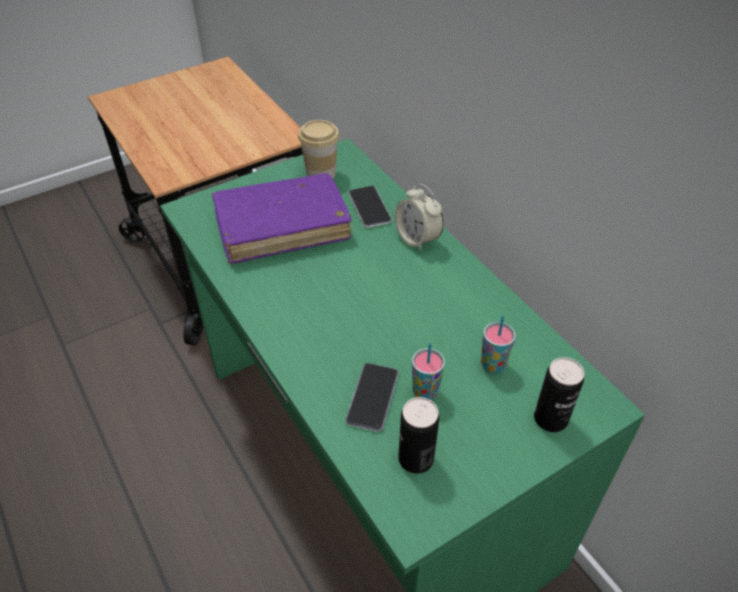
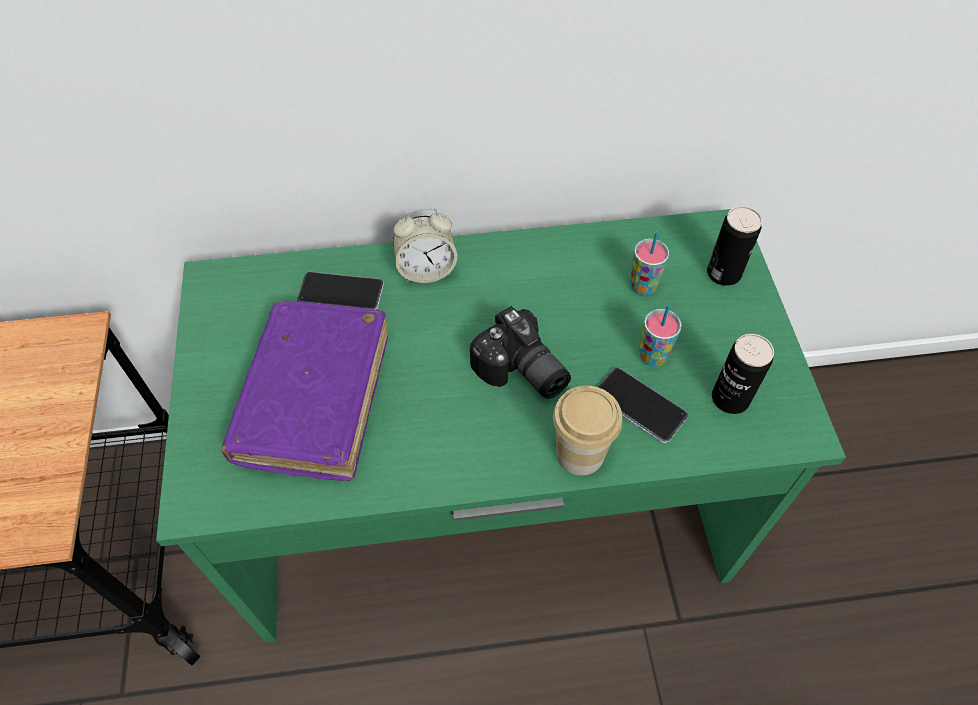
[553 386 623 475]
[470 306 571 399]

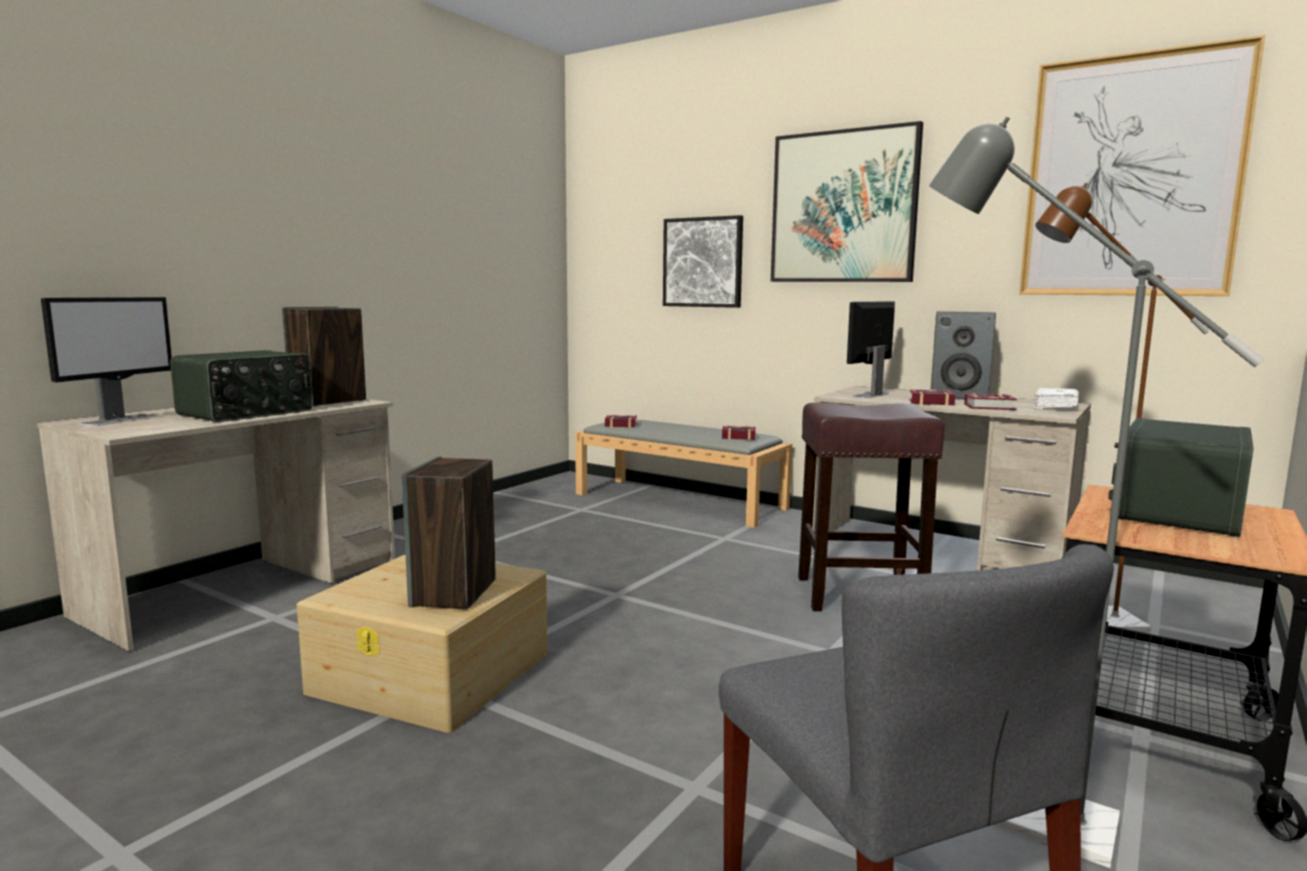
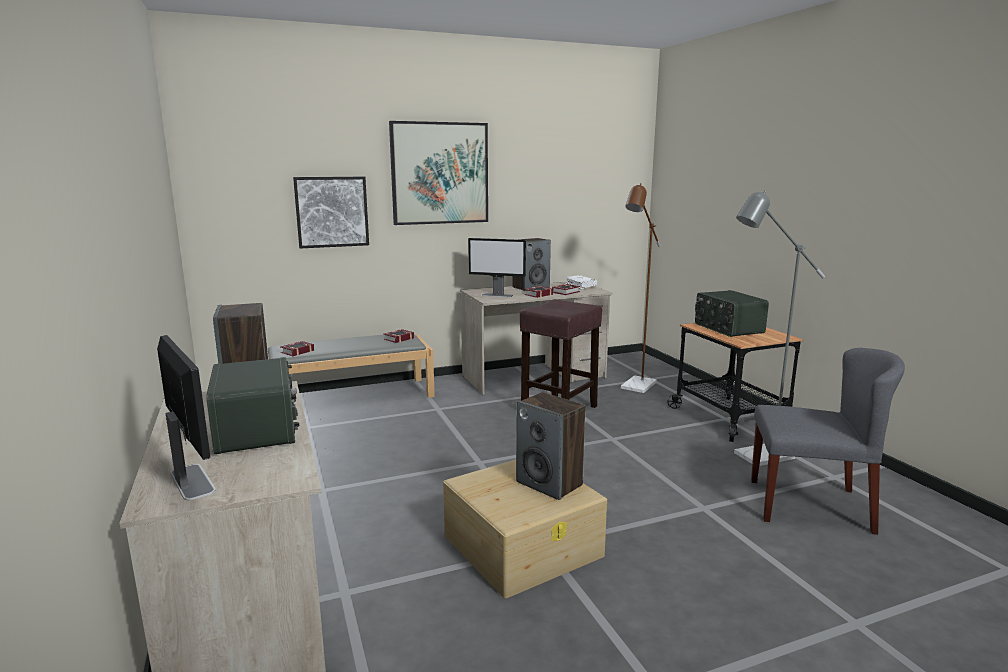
[1019 35 1265 296] (first image)
[468 238 526 297]

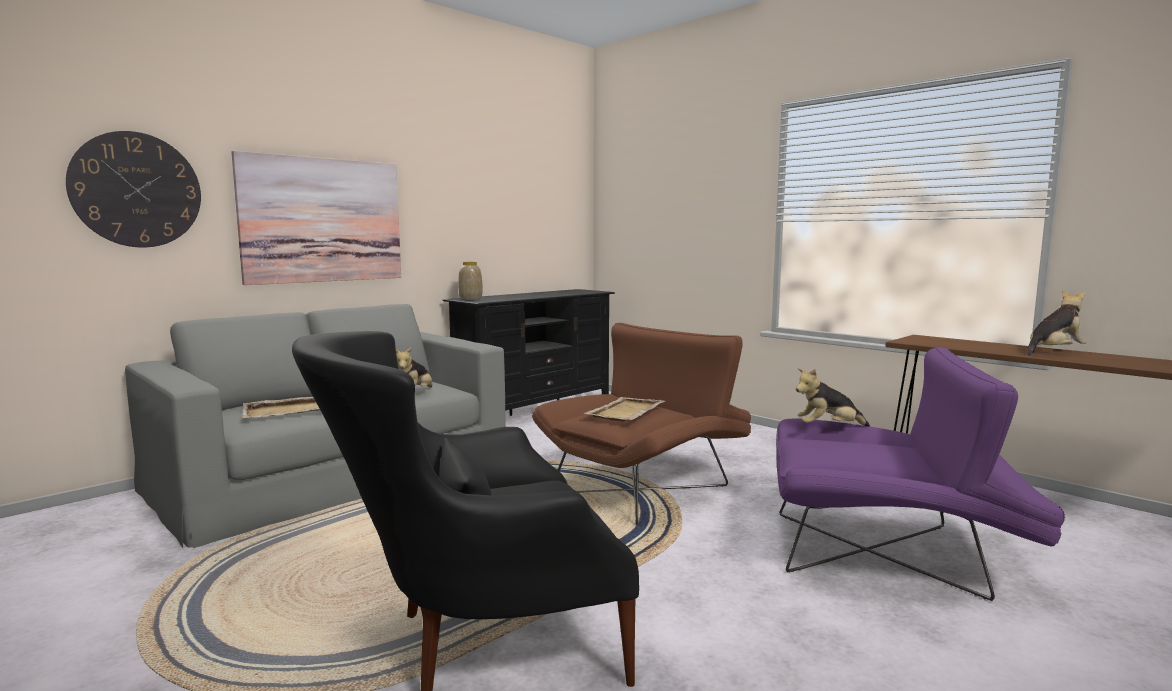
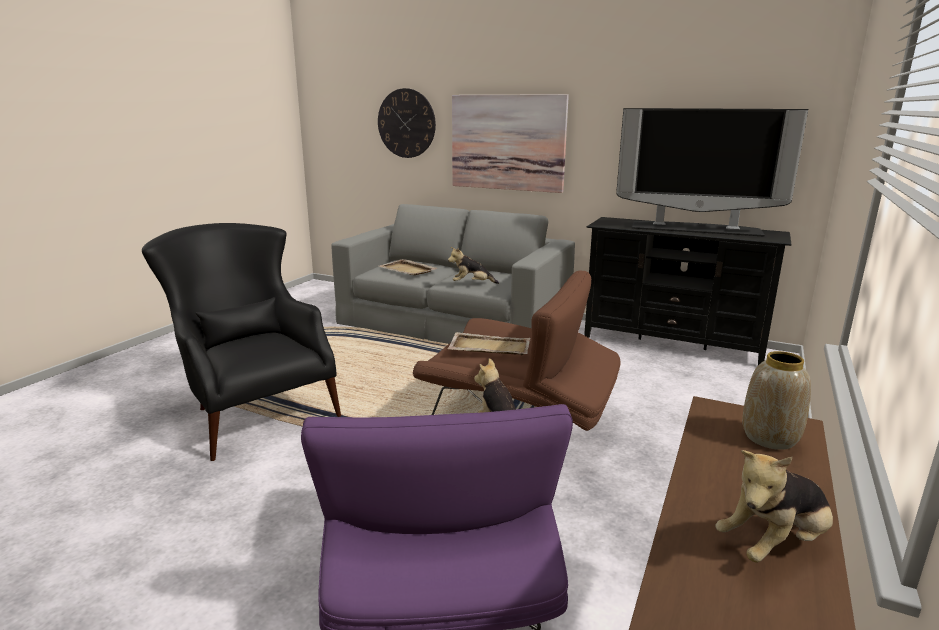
[742 351 811 450]
[716 450 833 563]
[616 108 808 236]

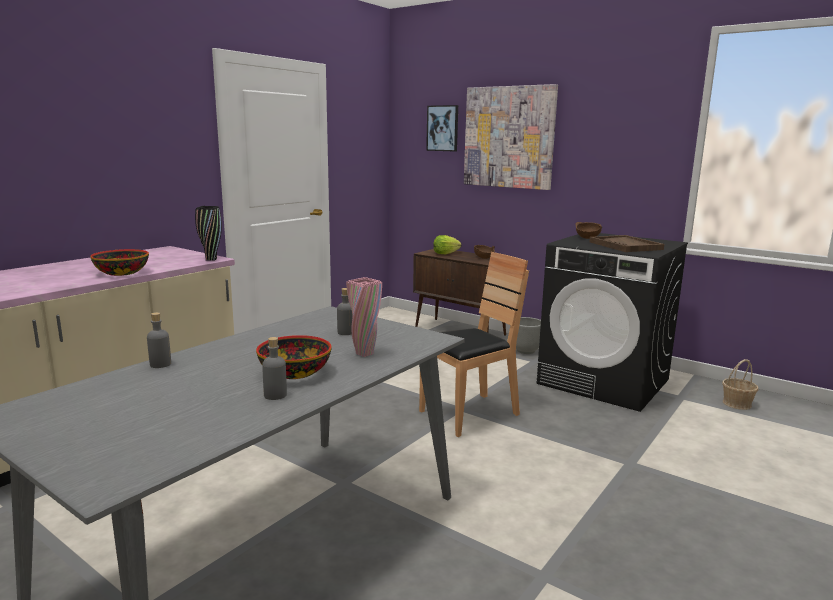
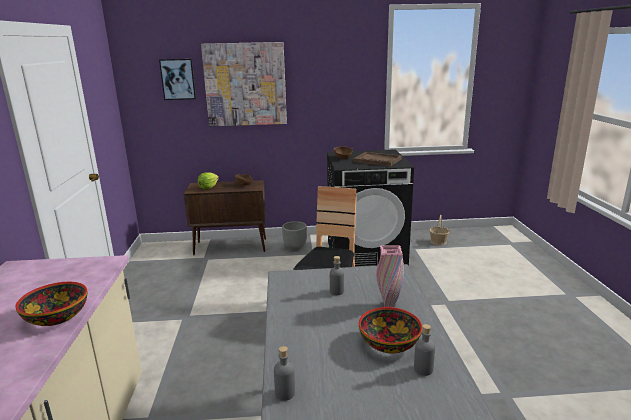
[195 206 222 261] (first image)

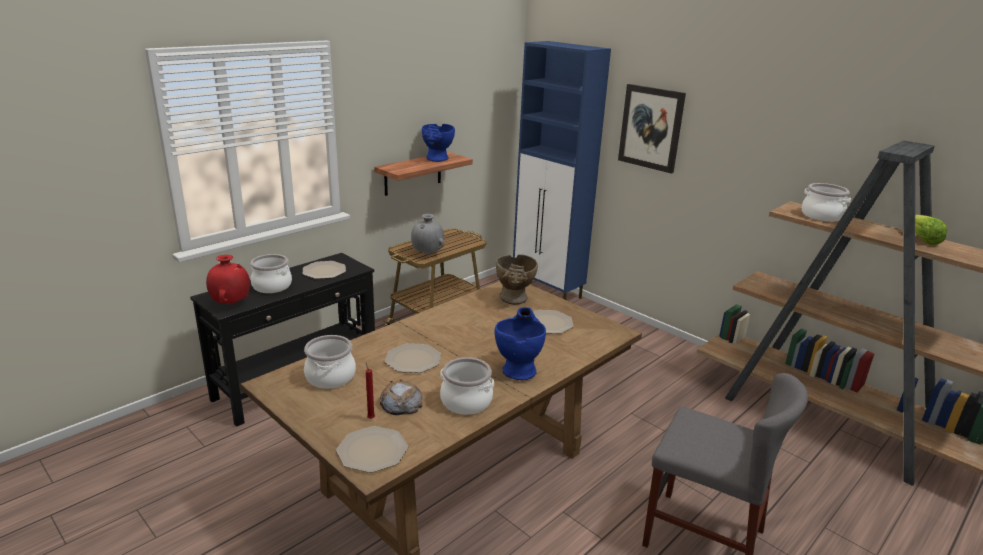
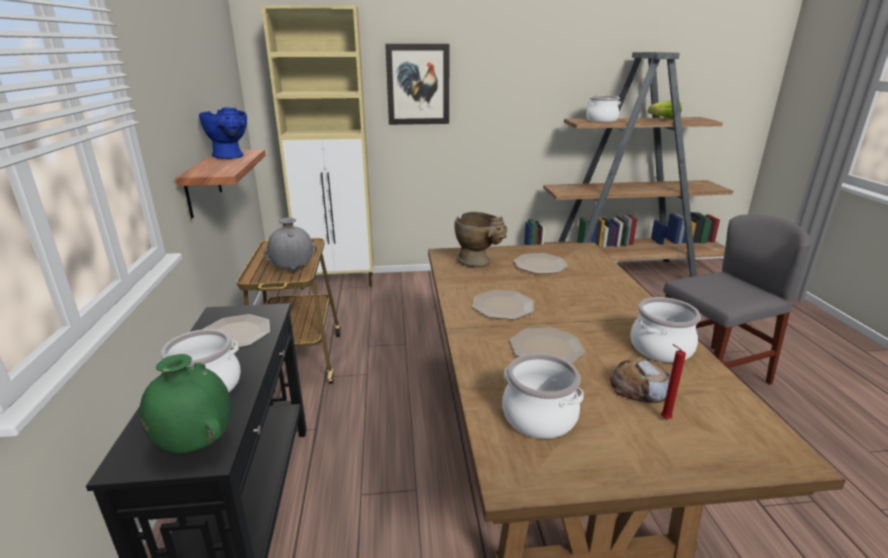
[261 5 374 290]
[140 354 231 453]
[495 307 546 380] (first image)
[472 290 534 320]

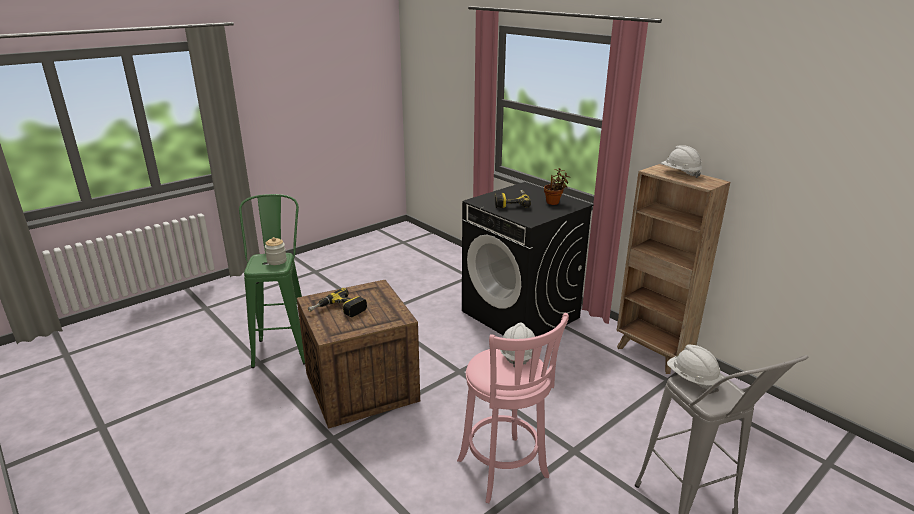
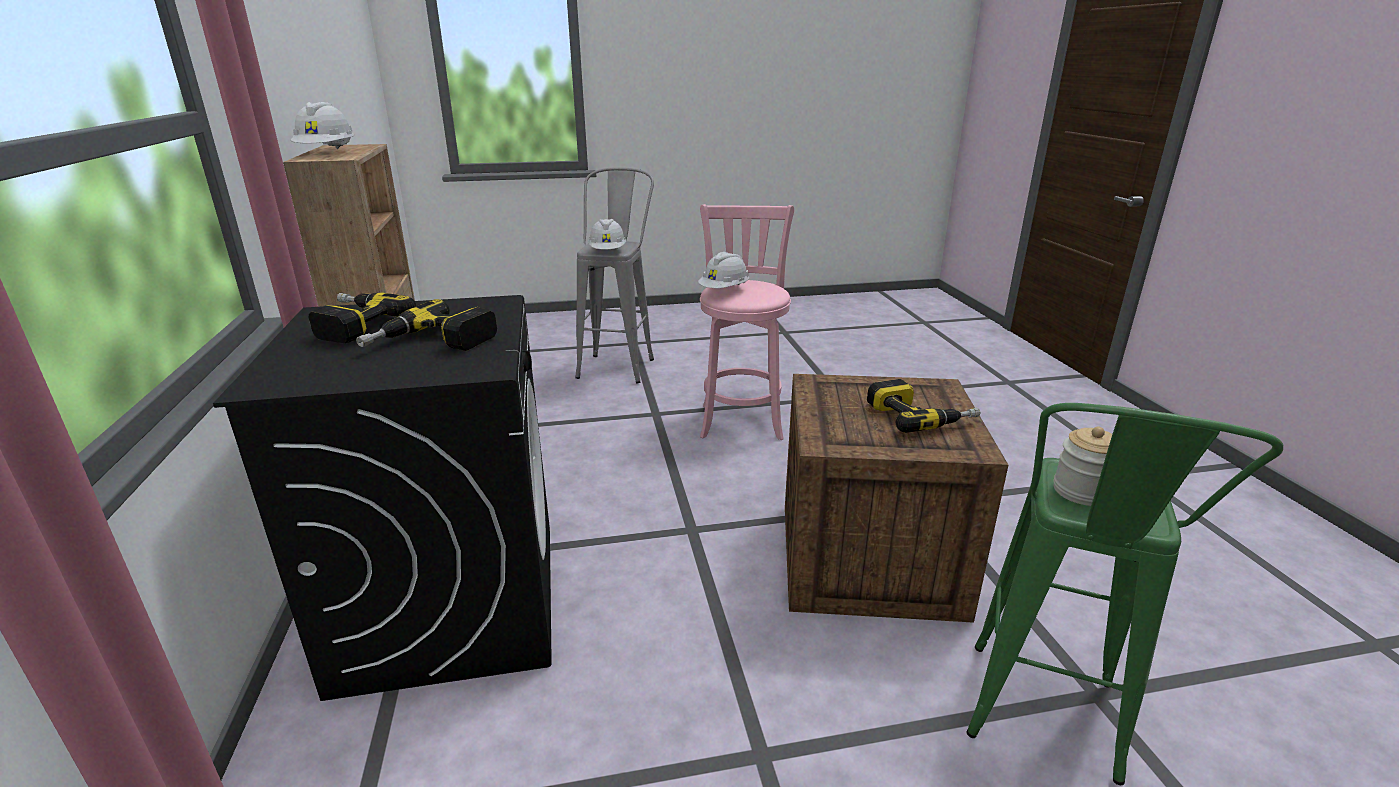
[309 292 416 343]

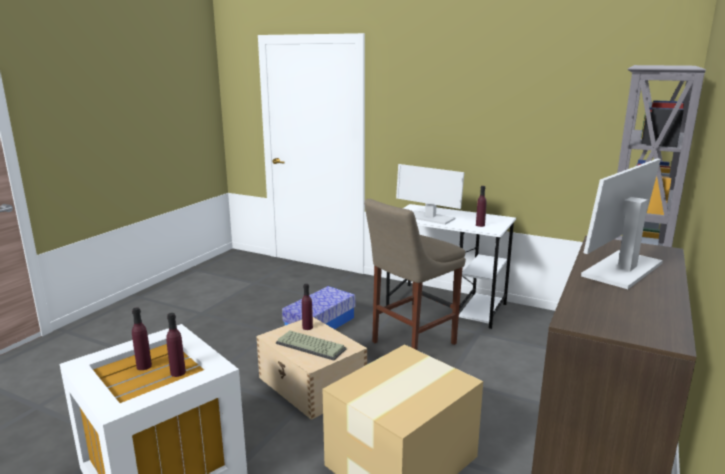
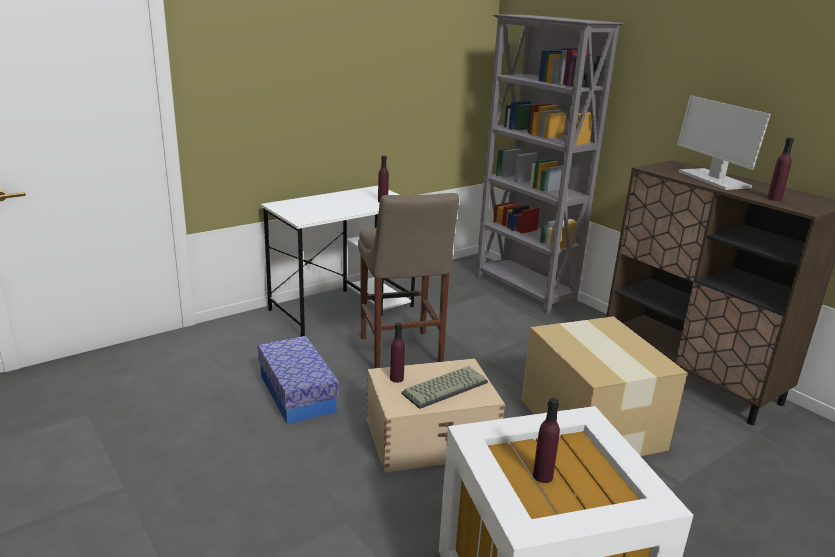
[396 164 464 225] (first image)
[767 138 794 201]

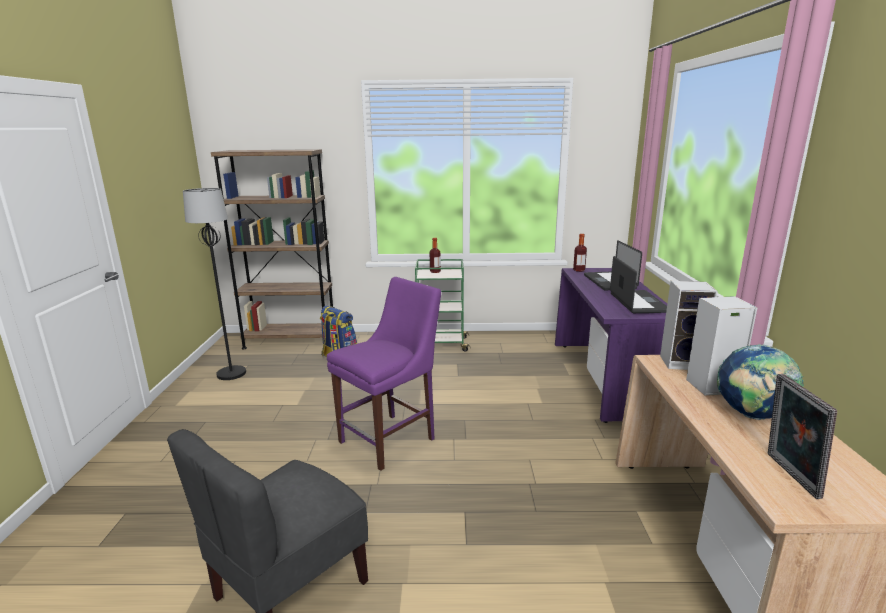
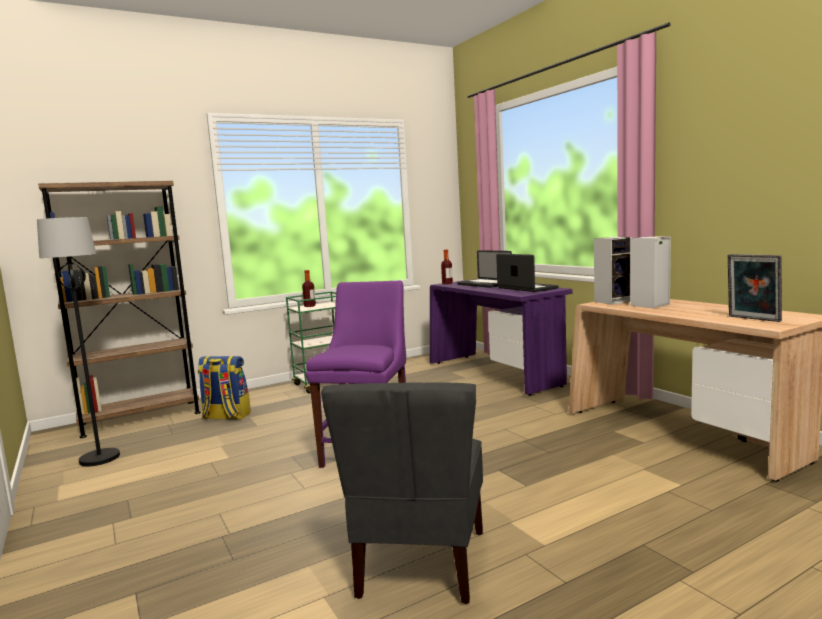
[717 344 804 420] (first image)

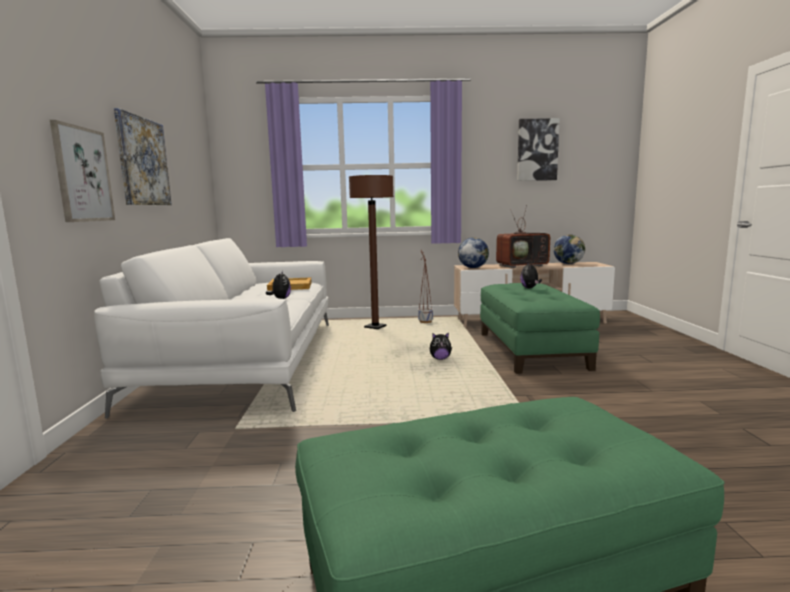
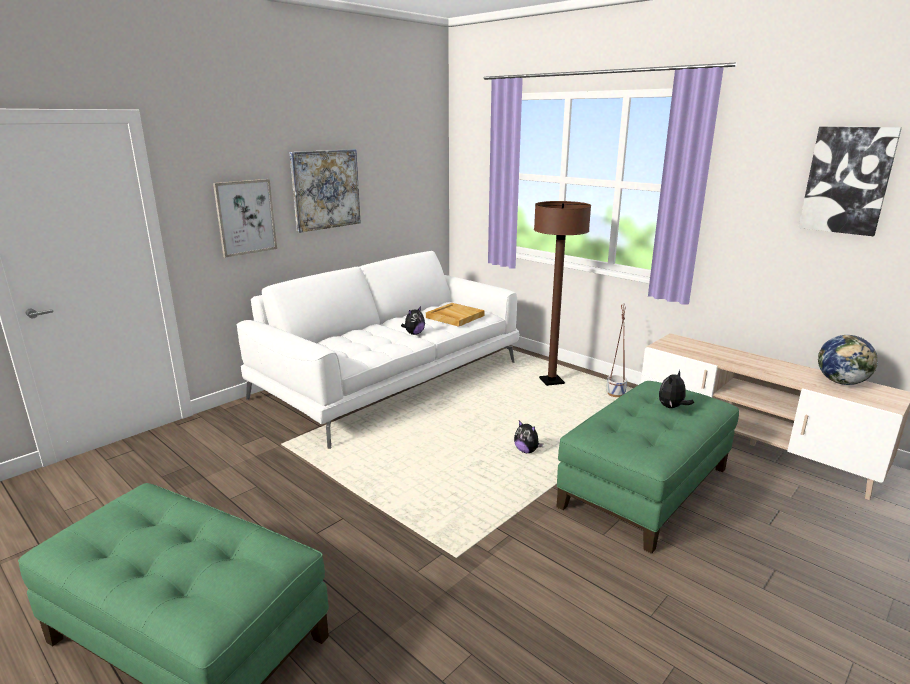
[496 205 550 268] (first image)
[458 238 489 268] (first image)

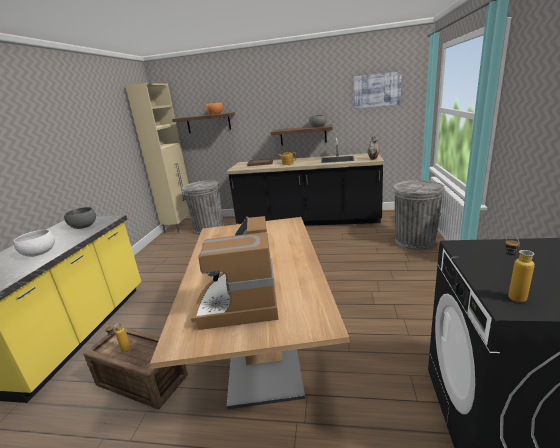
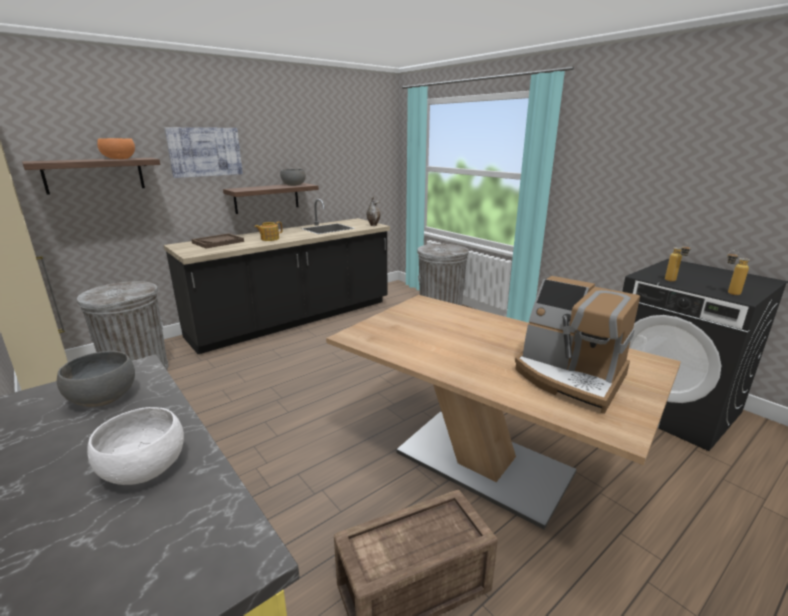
[164 127 243 178]
[665 243 691 282]

